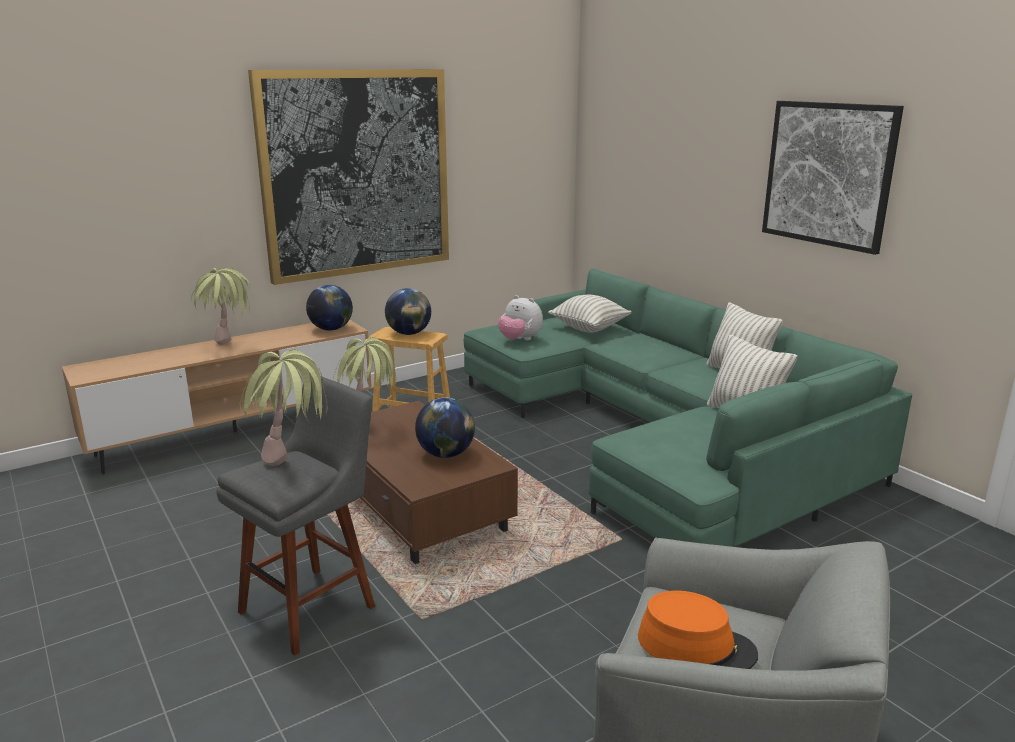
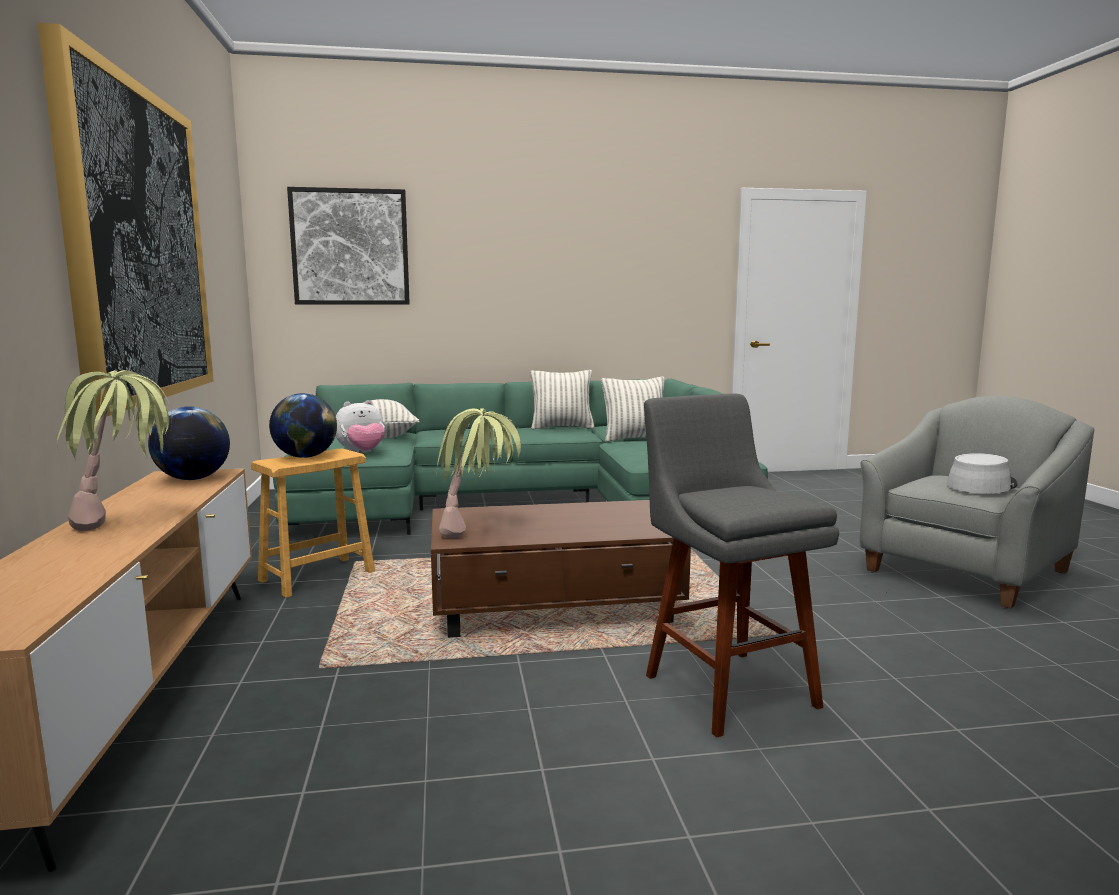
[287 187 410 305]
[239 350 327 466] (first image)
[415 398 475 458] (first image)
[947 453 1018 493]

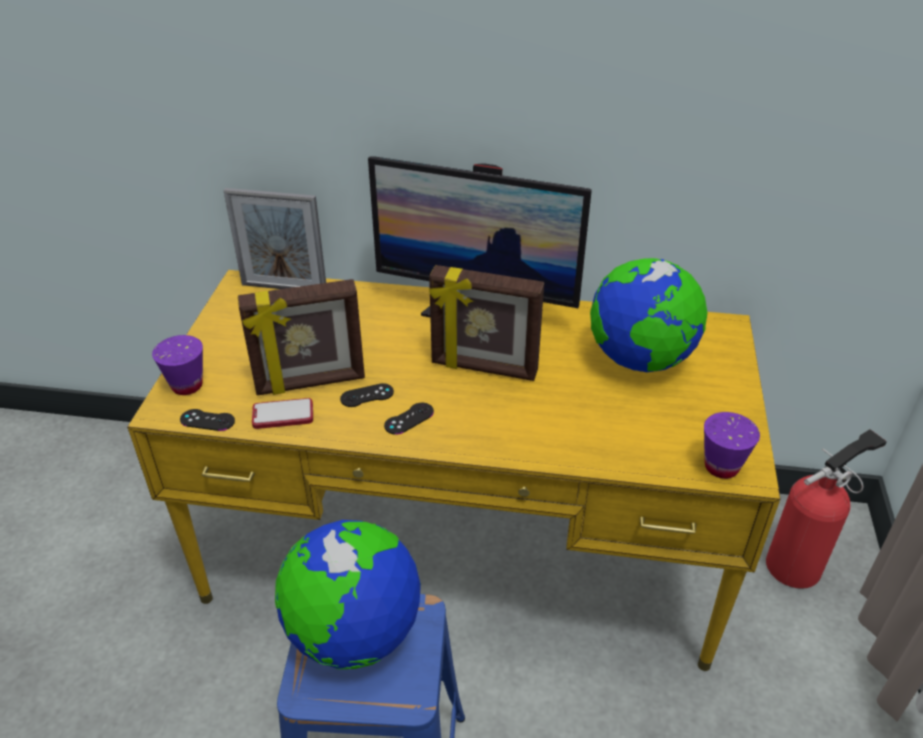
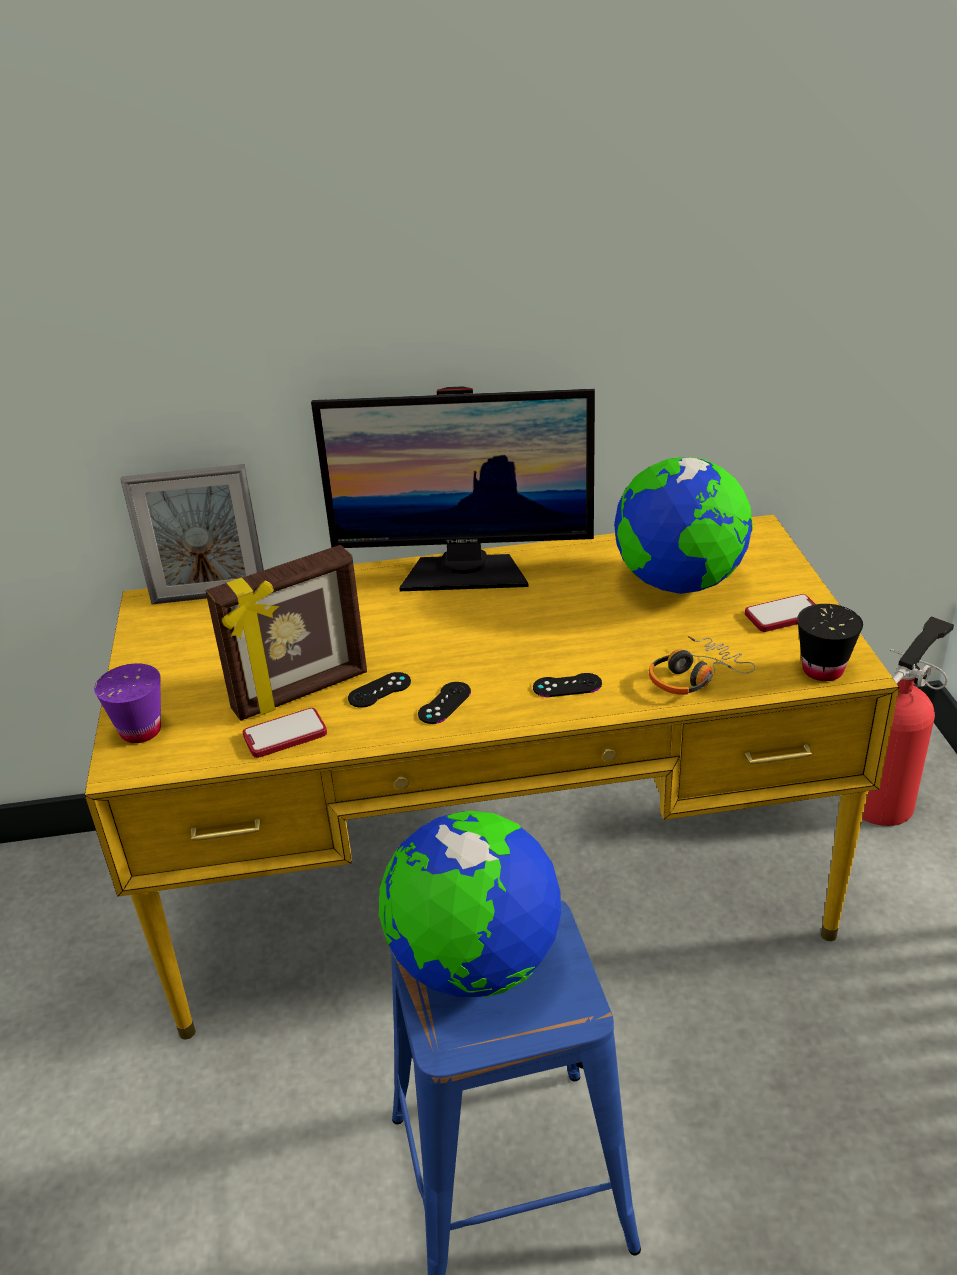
[429 265 544 381] (first image)
[533 673 602 697]
[797 604 863 681]
[745 594 815 632]
[649 636 755 695]

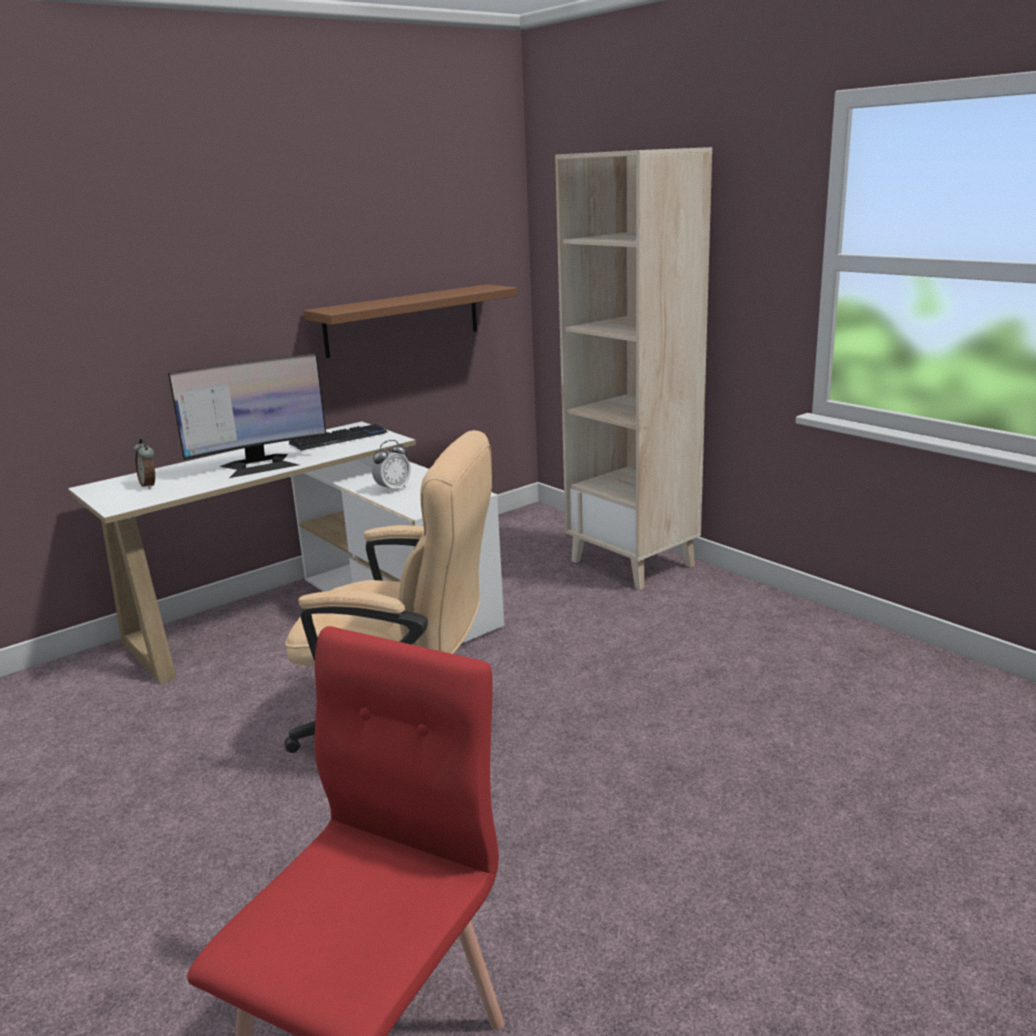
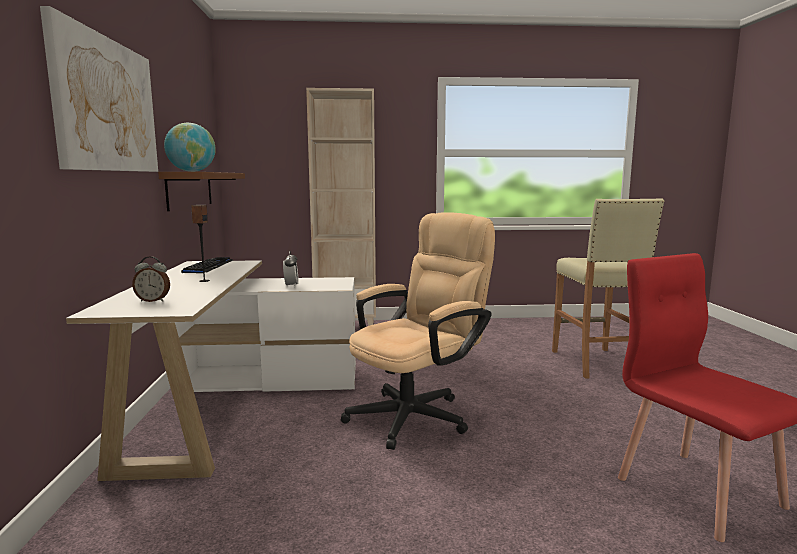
[191 205 210 282]
[40 6 158 172]
[164 123 216 172]
[552 198 664 379]

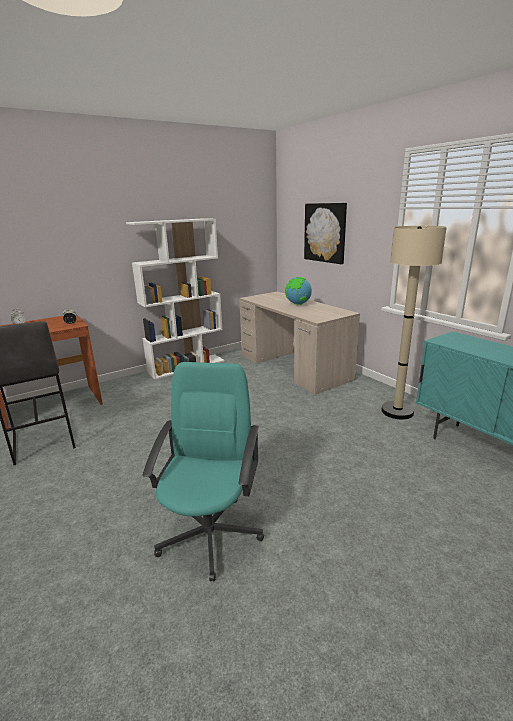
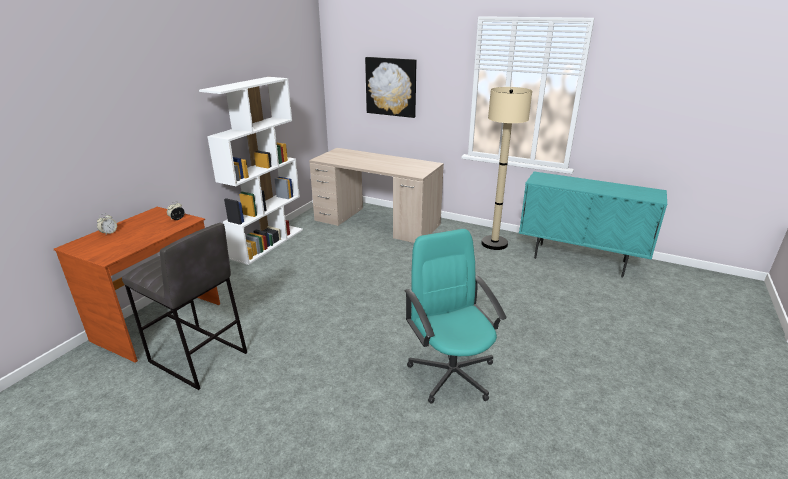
[285 277 312 305] (first image)

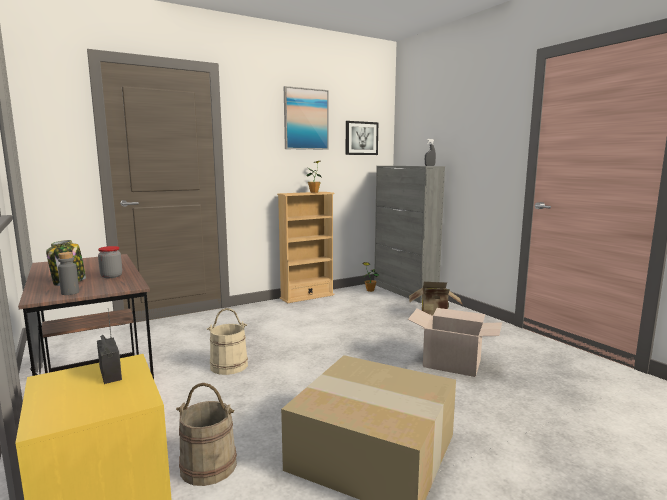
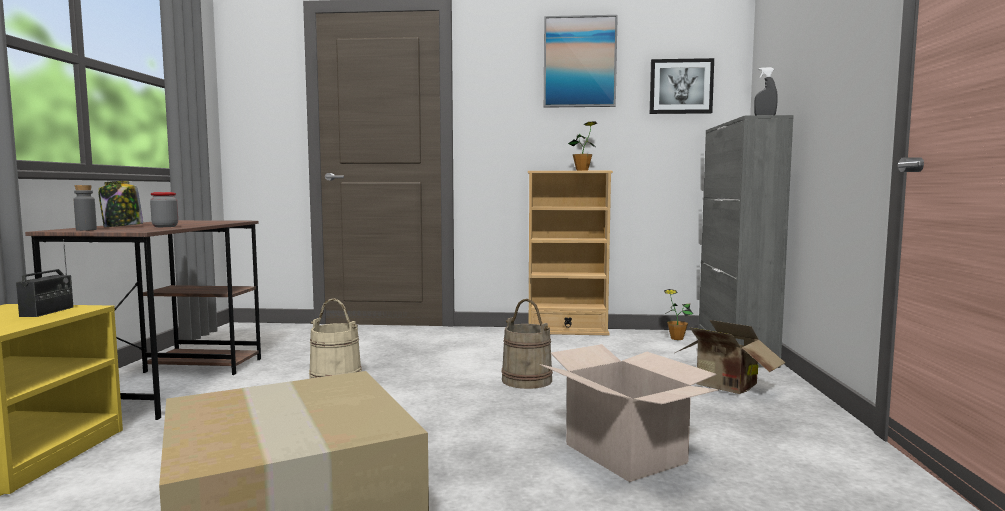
[501 299 553 389]

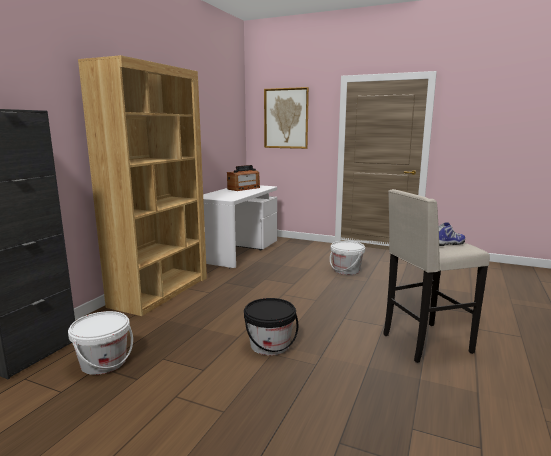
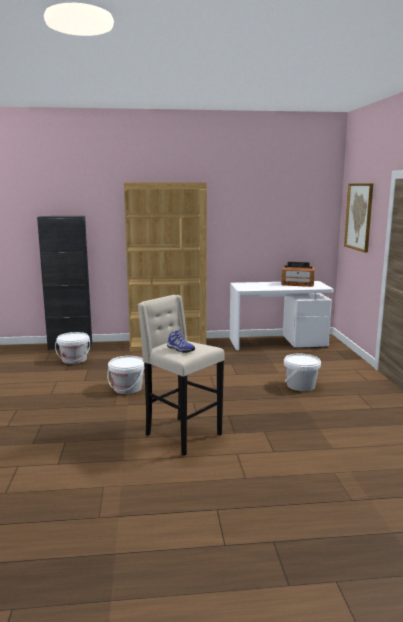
[107 356 144 394]

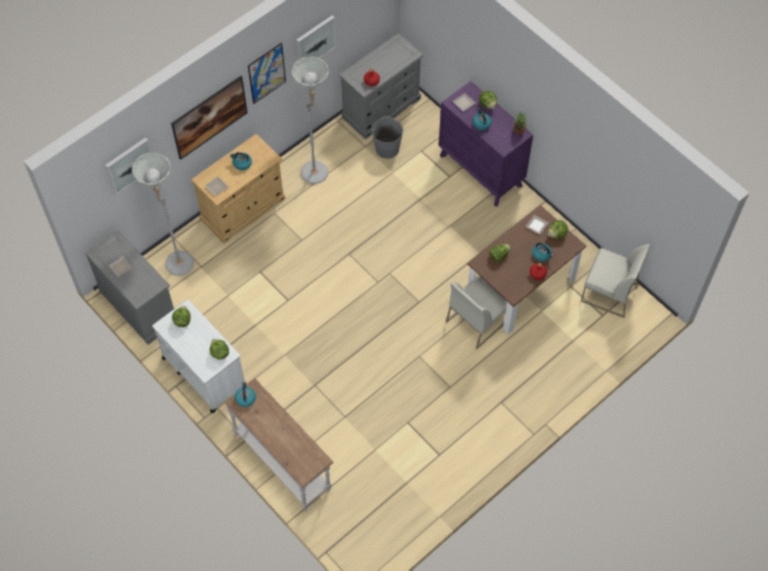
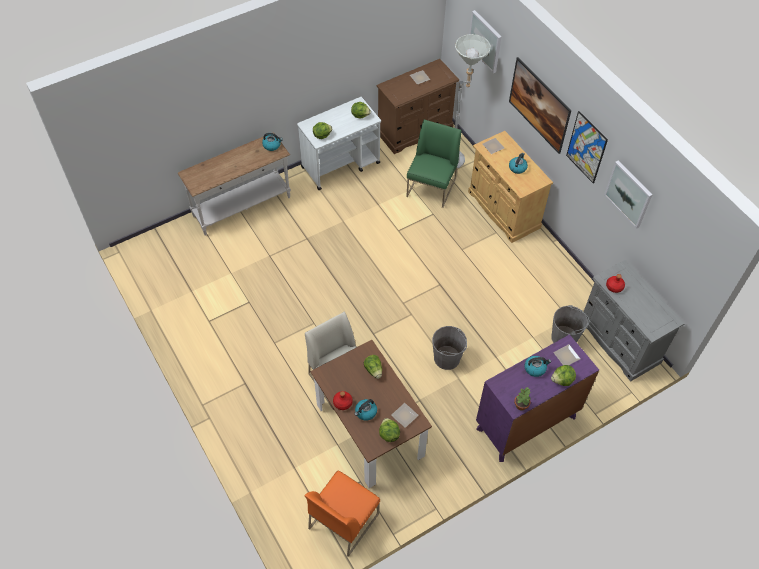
[292 56 329 184] (first image)
[376 59 459 154]
[304 470 380 557]
[406 119 461 208]
[432 326 467 370]

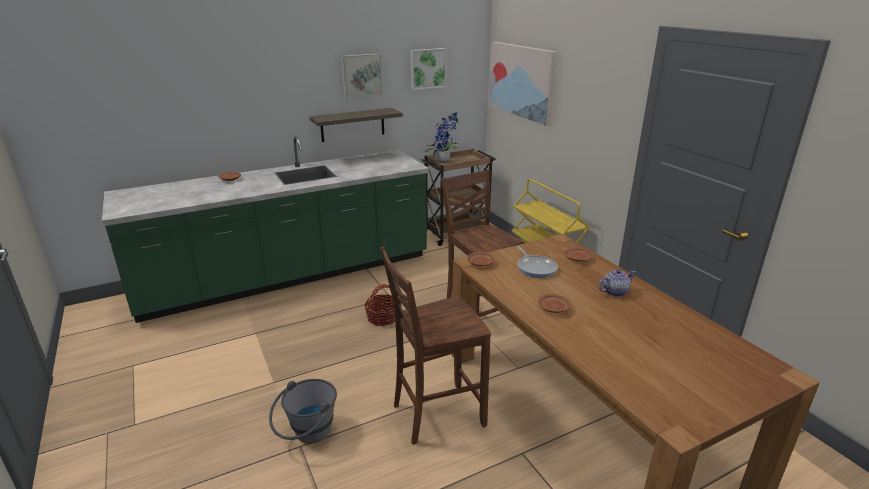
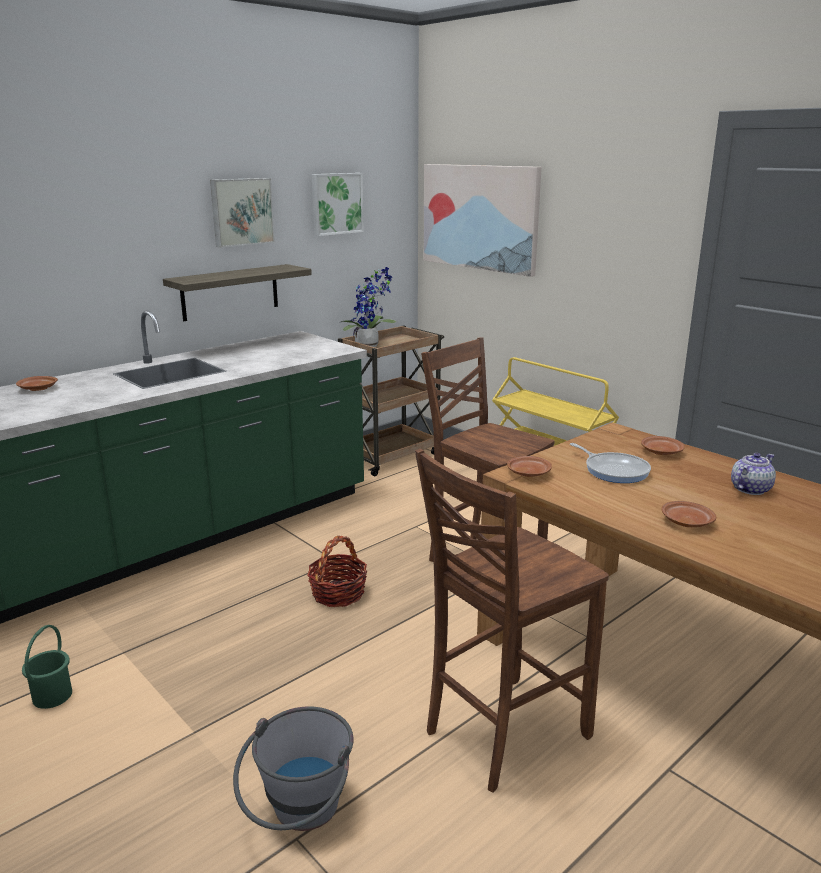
[22 625 72 709]

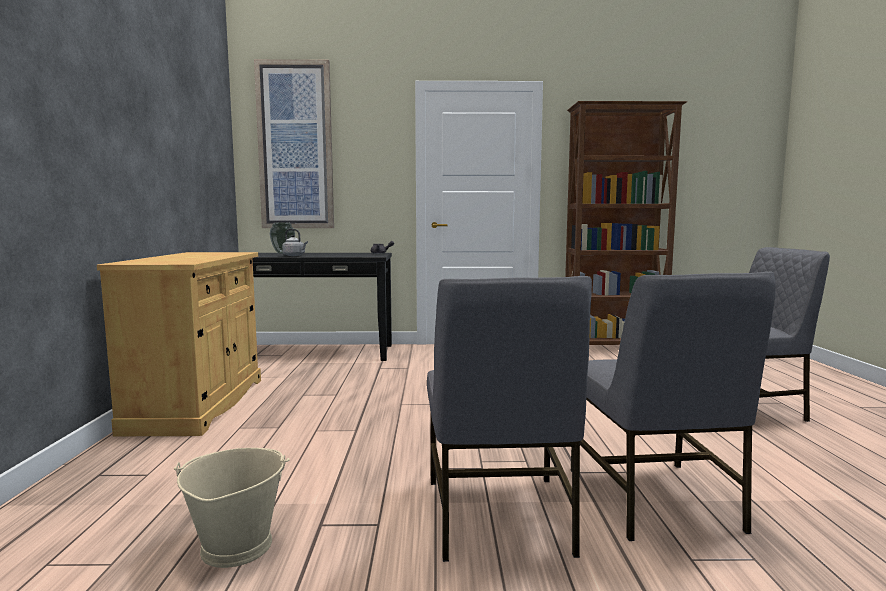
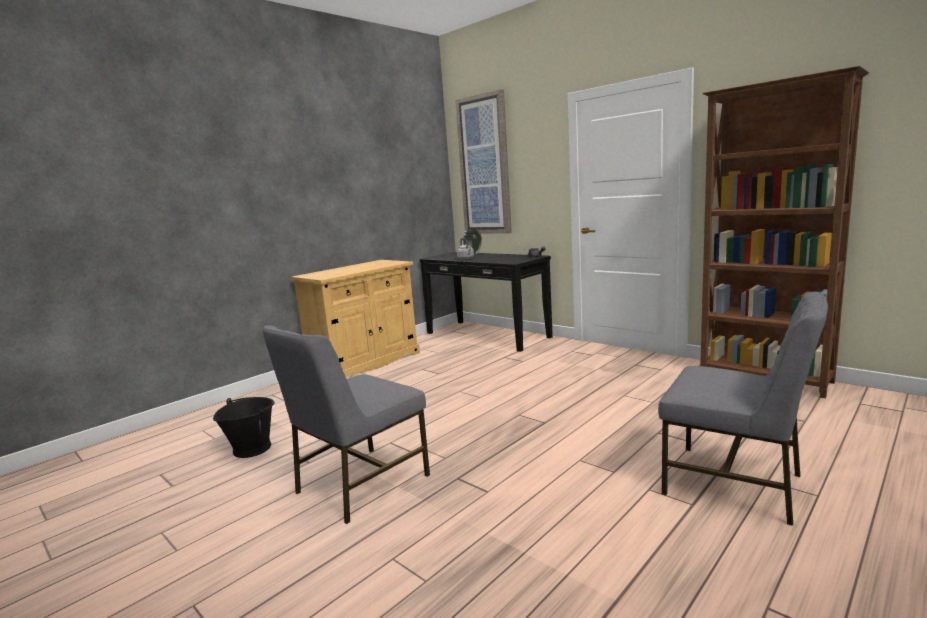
[571 272 776 541] (first image)
[213 397 274 458]

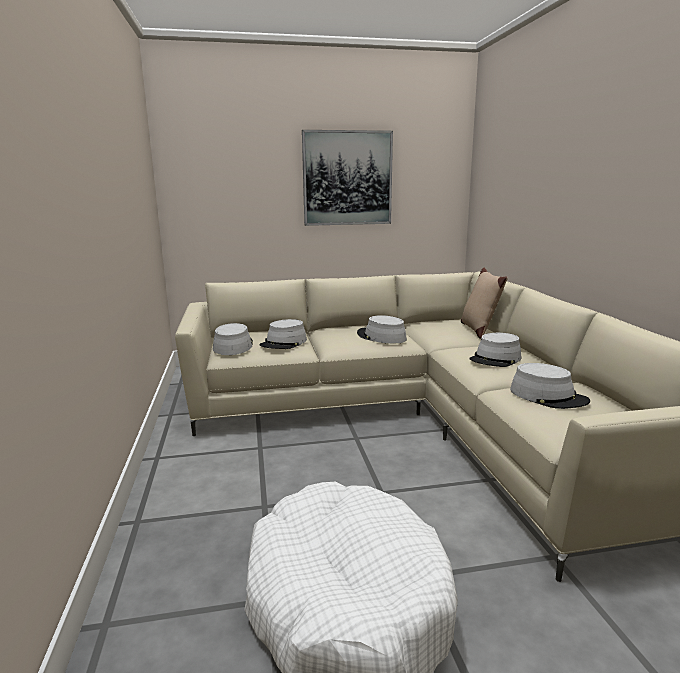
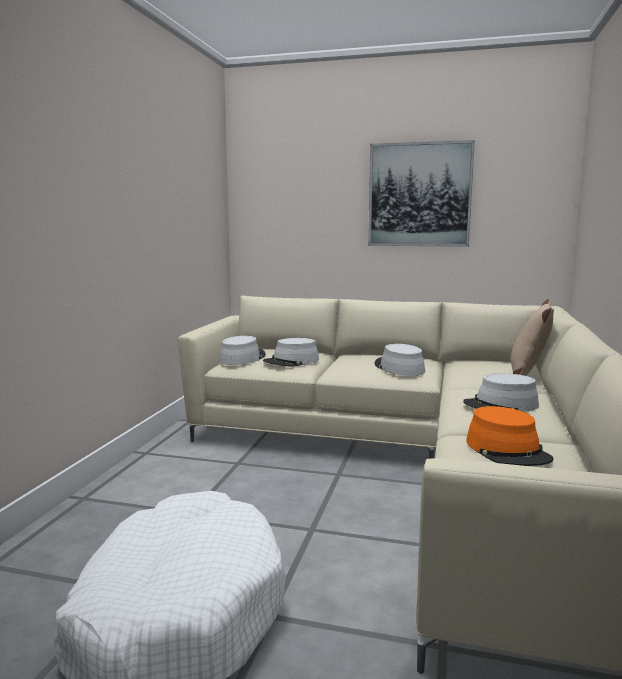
[466 406 554 466]

